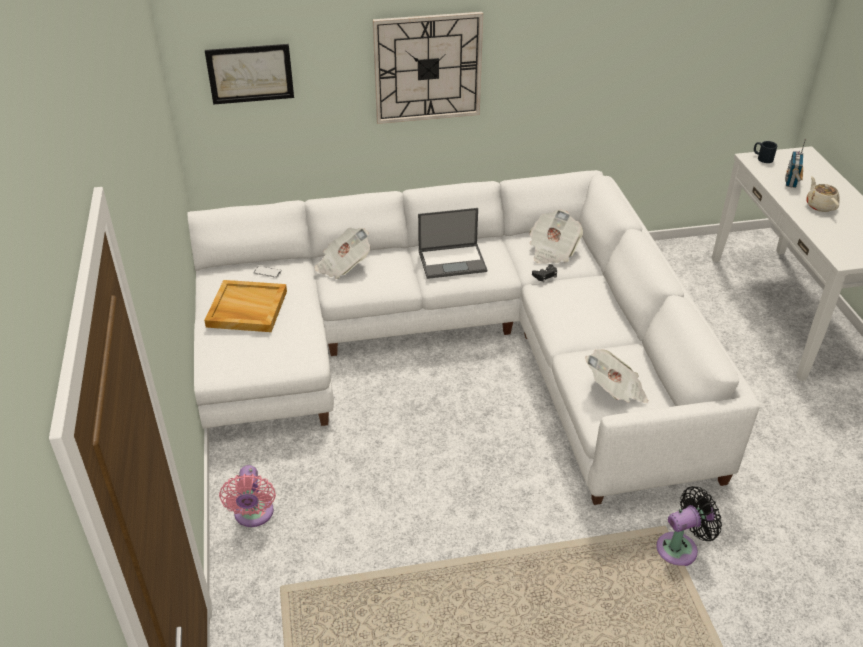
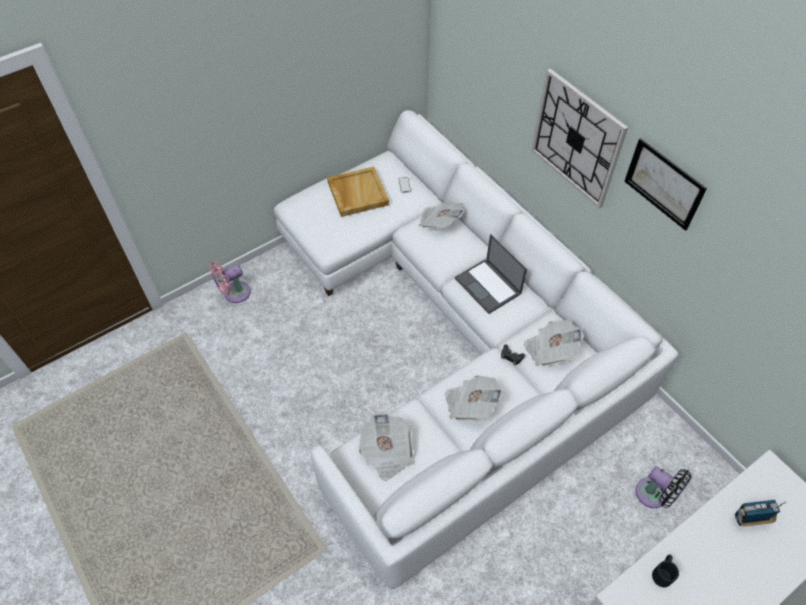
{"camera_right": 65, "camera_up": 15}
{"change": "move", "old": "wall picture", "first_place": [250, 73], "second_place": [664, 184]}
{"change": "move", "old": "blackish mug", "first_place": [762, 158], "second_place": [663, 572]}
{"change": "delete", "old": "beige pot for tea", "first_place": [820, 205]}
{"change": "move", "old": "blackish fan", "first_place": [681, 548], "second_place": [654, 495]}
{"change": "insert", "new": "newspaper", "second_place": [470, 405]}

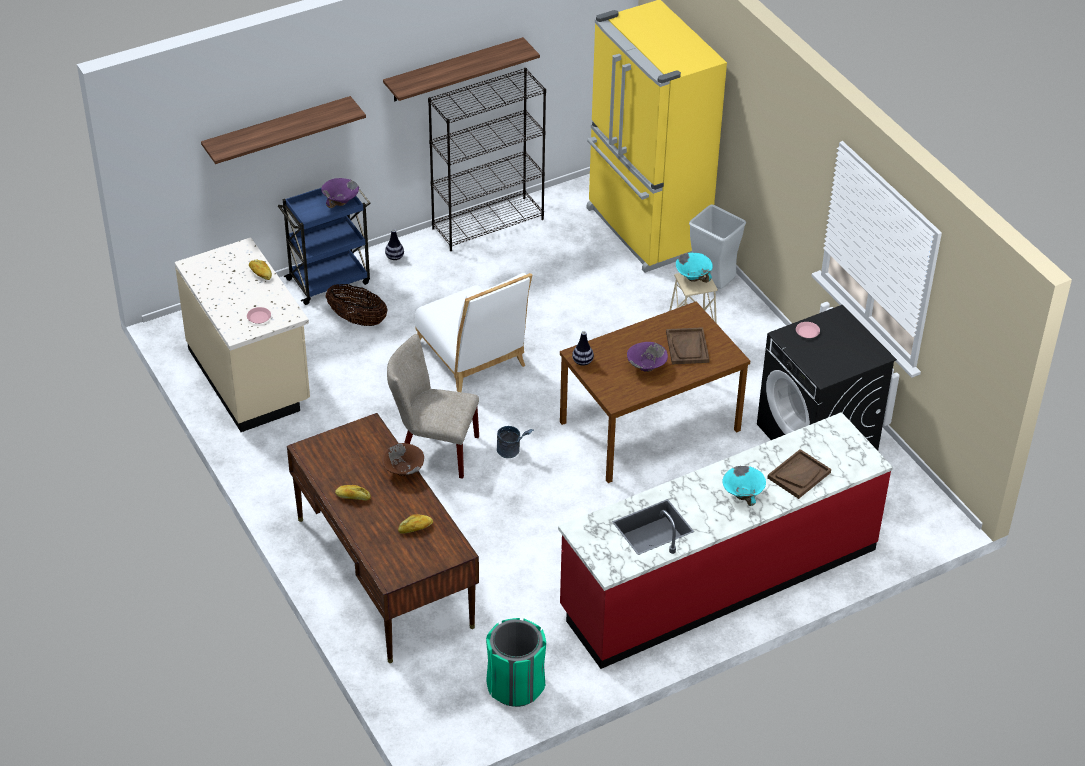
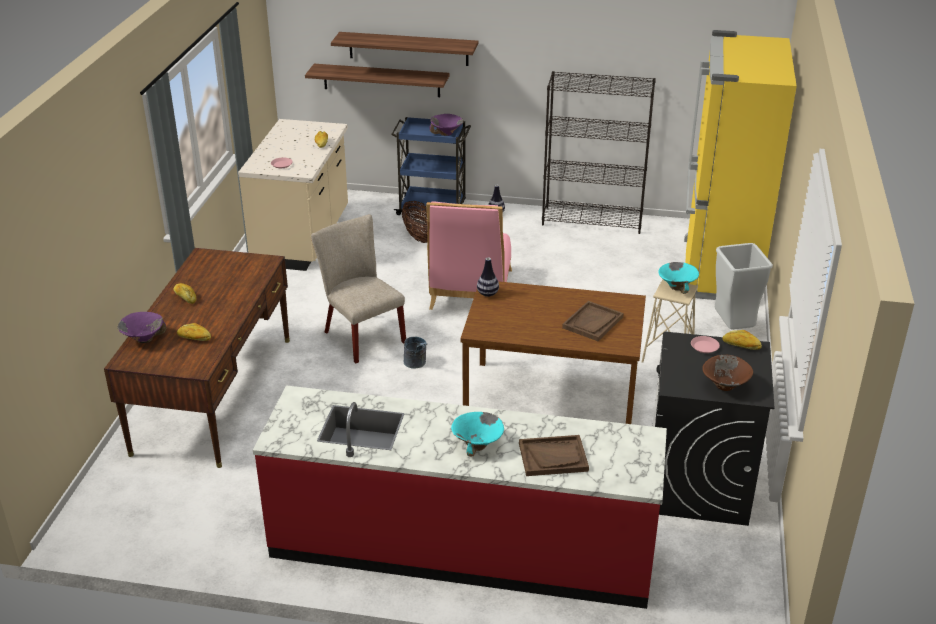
{"camera_right": 40, "camera_up": -10}
{"change": "move", "old": "wall shelf", "first_place": [454, 70], "second_place": [381, 80]}
{"change": "recolor", "old": "white-coloured plain chair", "new": "pink-coloured plain chair", "first_place": [473, 358], "second_place": [470, 293]}
{"change": "move", "old": "purple-coloured serving bowl", "first_place": [646, 367], "second_place": [144, 339]}
{"change": "move", "old": "brown-coloured serving bowl", "first_place": [403, 471], "second_place": [724, 386]}
{"change": "delete", "old": "greenish waste bin", "first_place": [515, 686]}
{"change": "insert", "new": "bakery bread", "second_place": [741, 345]}

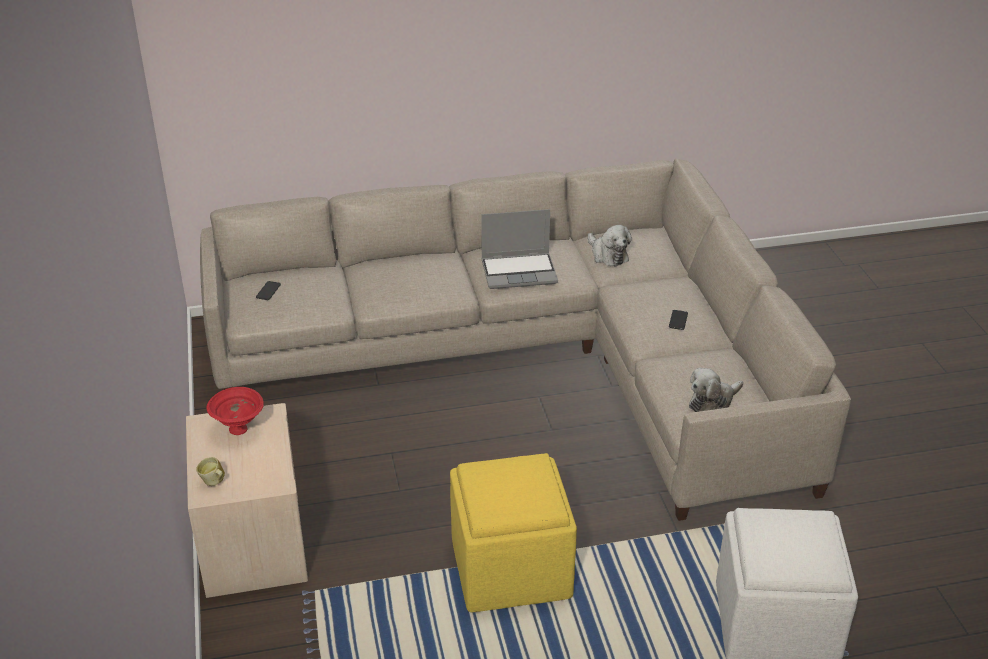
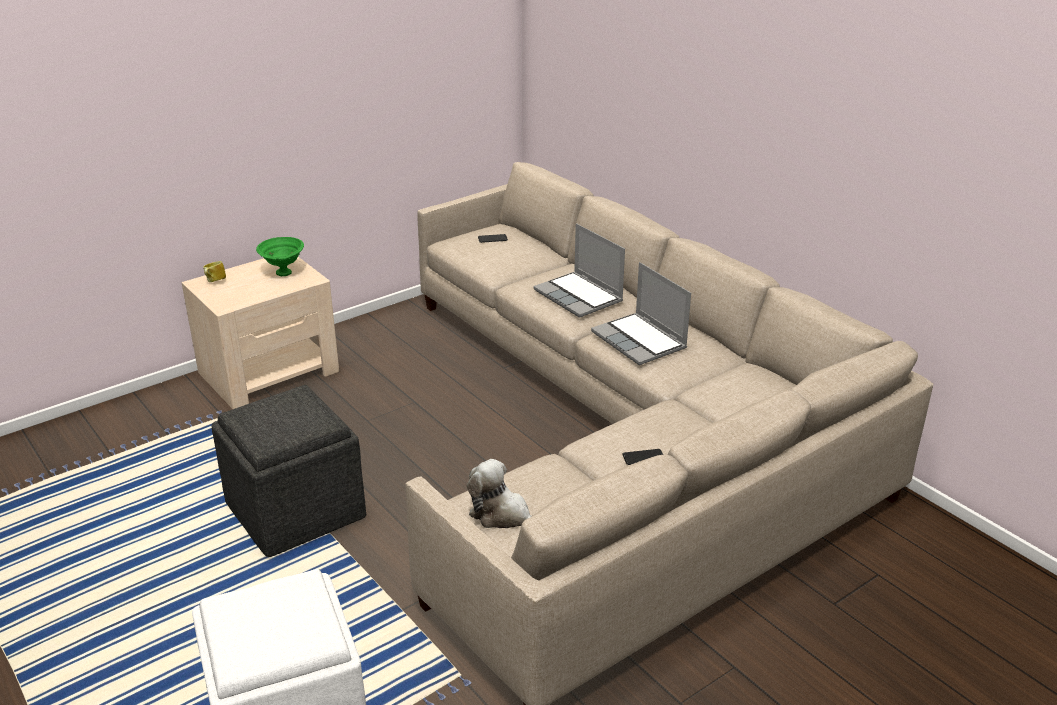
{"camera_right": 65, "camera_up": -5}
{"change": "delete", "old": "soft toy", "first_place": [608, 255]}
{"change": "recolor", "old": "reddish serving bowl", "new": "greenish serving bowl", "first_place": [240, 429], "second_place": [284, 273]}
{"change": "recolor", "old": "yellowish footrest", "new": "gray footrest", "first_place": [511, 566], "second_place": [297, 510]}
{"change": "insert", "new": "portable computer", "second_place": [579, 296]}

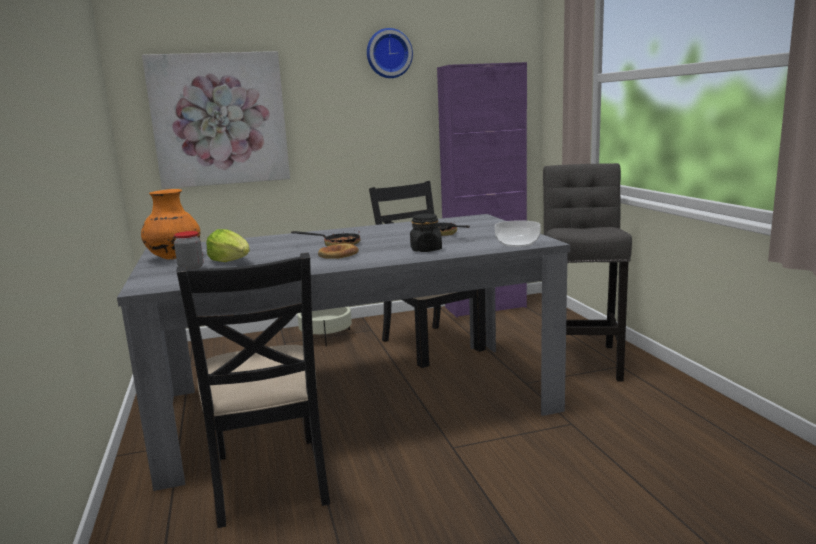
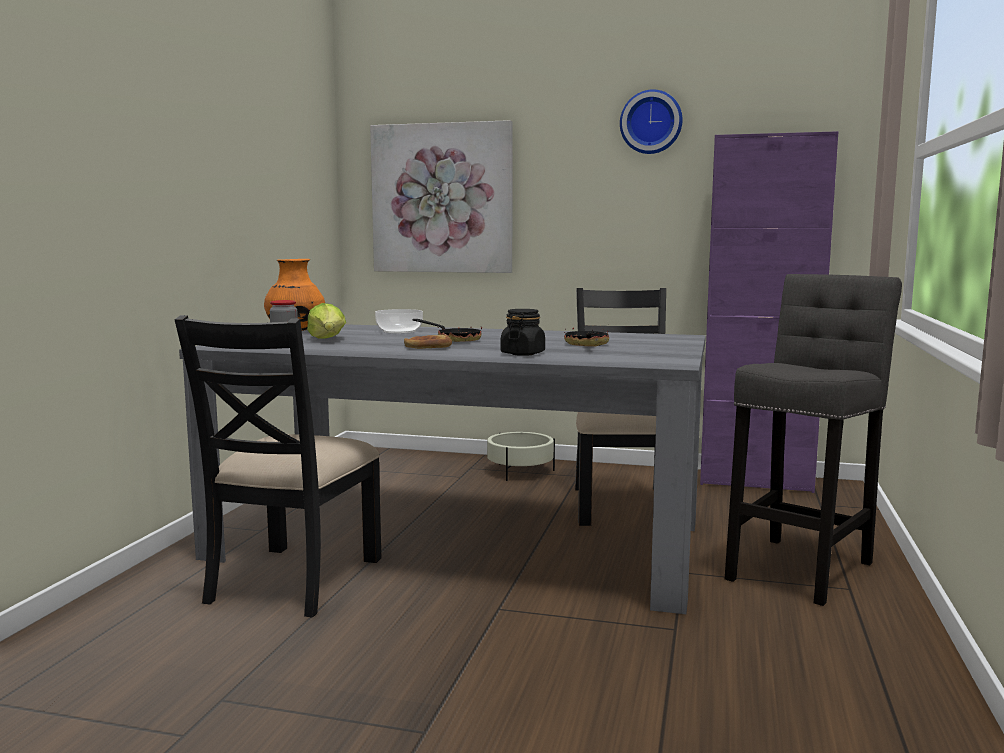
{"camera_right": 30, "camera_up": -5}
{"change": "move", "old": "serving bowl", "first_place": [518, 243], "second_place": [399, 331]}

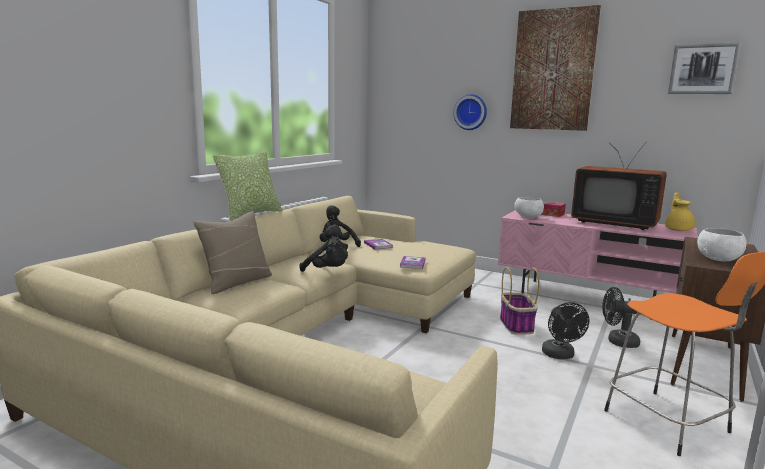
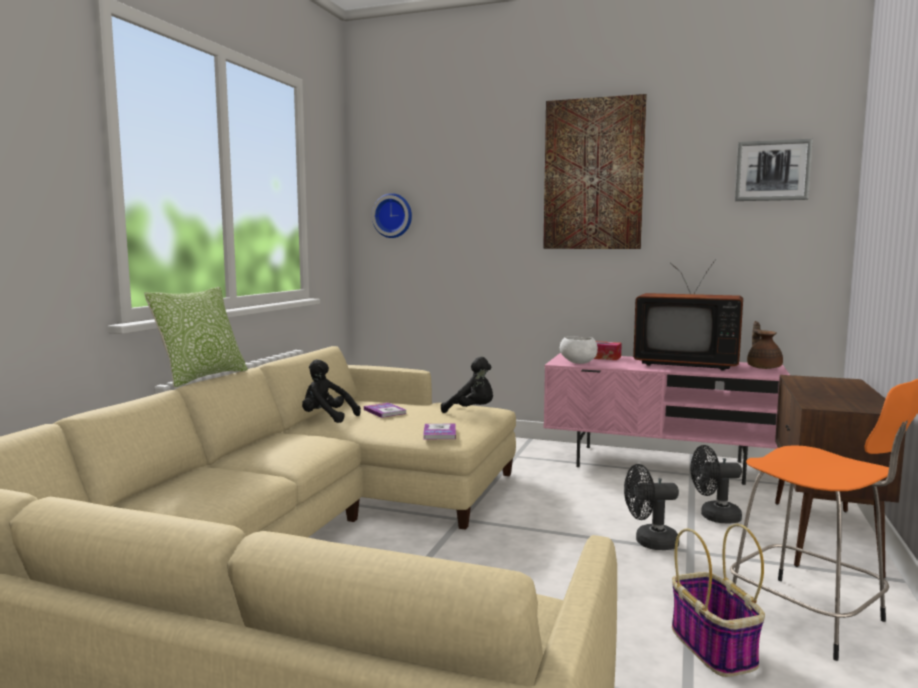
{"camera_right": -10, "camera_up": -5}
{"change": "move", "old": "wall clock", "first_place": [471, 112], "second_place": [393, 216]}
{"change": "recolor", "old": "yellowish pot for tea", "new": "brown-coloured pot for tea", "first_place": [678, 229], "second_place": [763, 367]}
{"change": "delete", "old": "beige throw pillow", "first_place": [237, 282]}
{"change": "move", "old": "blackish soft toy", "first_place": [328, 271], "second_place": [472, 411]}
{"change": "delete", "old": "white-coloured serving bowl", "first_place": [718, 259]}
{"change": "move", "old": "basket", "first_place": [517, 325], "second_place": [714, 648]}
{"change": "rotate", "old": "blackish fan", "first_place": [560, 355], "second_place": [649, 542], "degrees": 105}

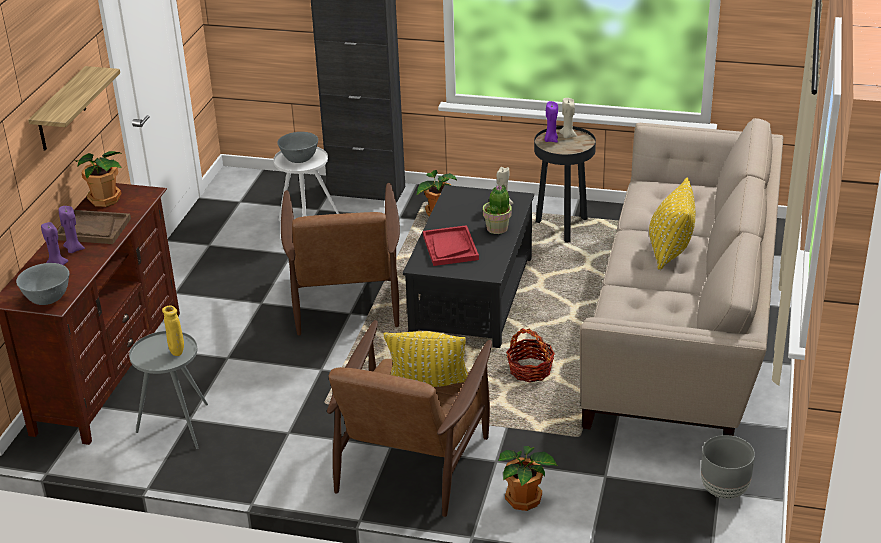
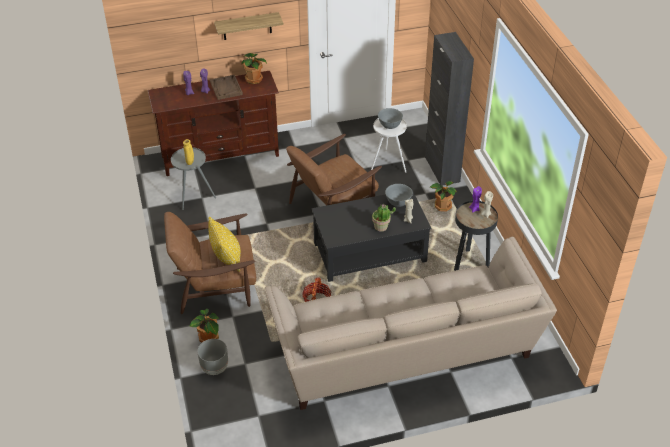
{"camera_right": 60, "camera_up": 10}
{"change": "delete", "old": "yellowish throw pillow", "first_place": [670, 251]}
{"change": "delete", "old": "reddish carrying tray", "first_place": [450, 247]}
{"change": "move", "old": "gray serving bowl", "first_place": [48, 299], "second_place": [398, 203]}
{"change": "move", "old": "gray flower pot", "first_place": [724, 491], "second_place": [214, 368]}

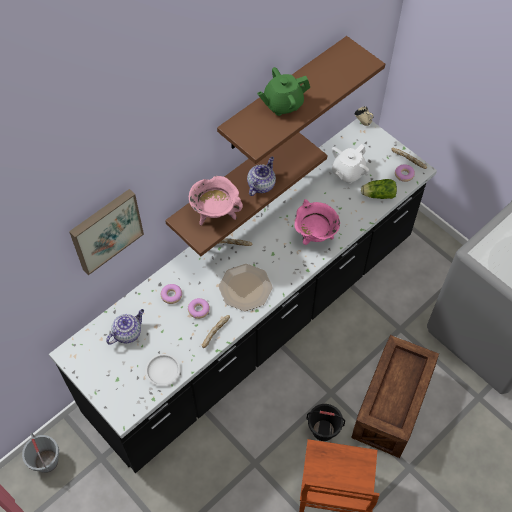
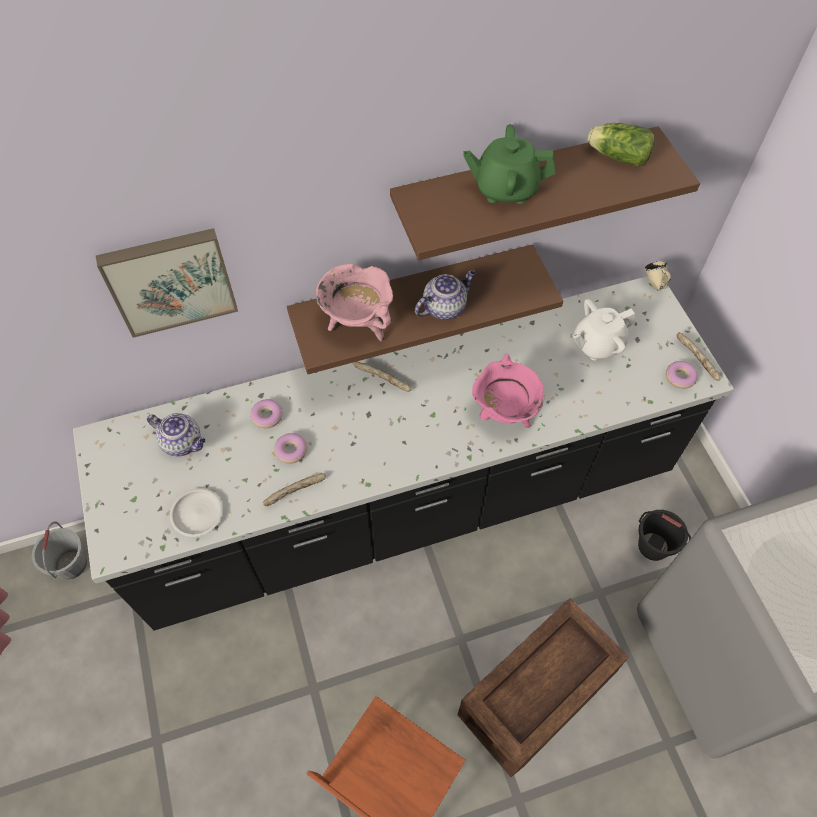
{"camera_right": 25, "camera_up": 0}
{"change": "move", "old": "lettuce head", "first_place": [377, 195], "second_place": [616, 156]}
{"change": "delete", "old": "flat dish", "first_place": [245, 288]}
{"change": "rotate", "old": "pot for tea", "first_place": [128, 333], "second_place": [183, 442], "degrees": 45}
{"change": "move", "old": "blackish water bucket", "first_place": [323, 430], "second_place": [653, 546]}

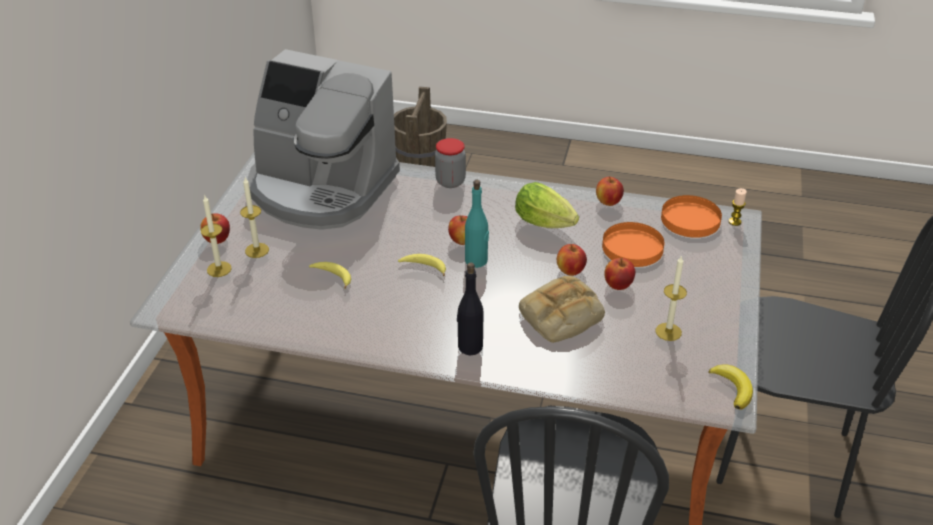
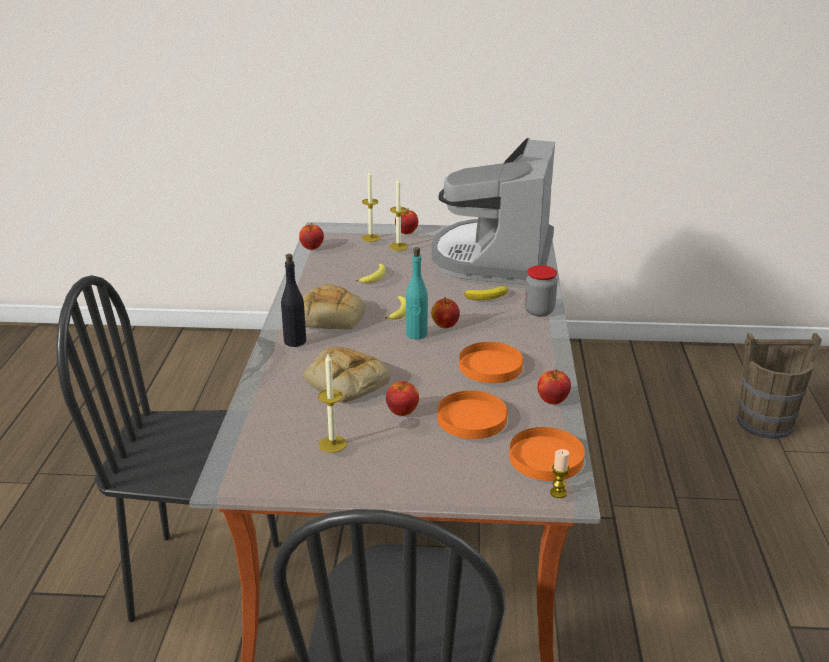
{"camera_right": 80, "camera_up": -10}
{"change": "replace", "old": "lettuce head", "new": "orange flat dish", "first_place": [547, 224], "second_place": [491, 366]}
{"change": "move", "old": "apple fruit", "first_place": [570, 271], "second_place": [311, 247]}
{"change": "move", "old": "whole banana", "first_place": [733, 388], "second_place": [488, 296]}
{"change": "insert", "new": "bakery bread", "second_place": [332, 316]}

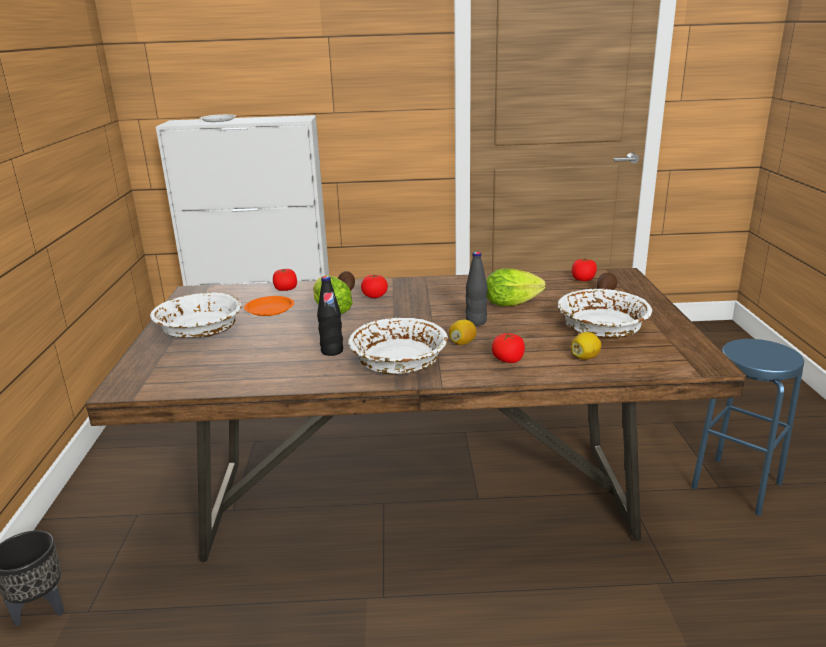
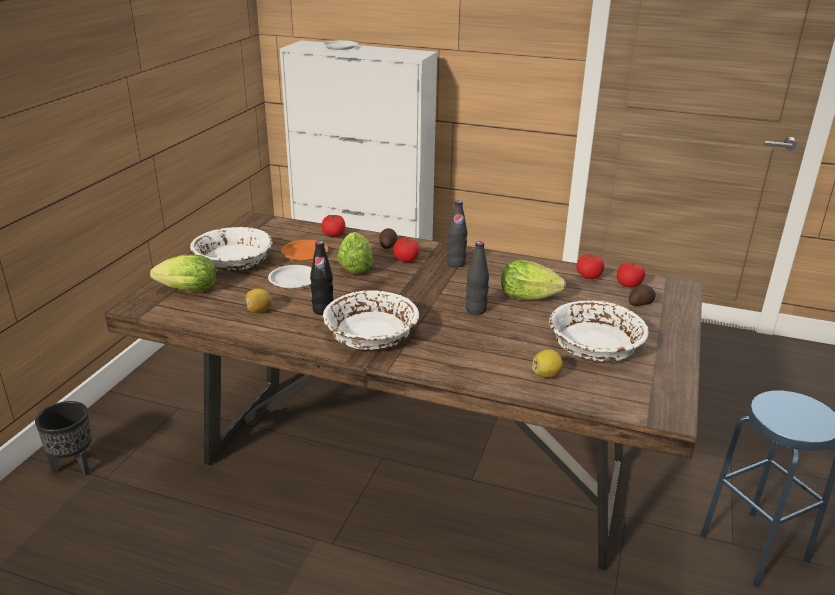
{"camera_right": 20, "camera_up": 5}
{"change": "move", "old": "whole lemon", "first_place": [462, 343], "second_place": [259, 310]}
{"change": "move", "old": "tomato", "first_place": [508, 360], "second_place": [589, 276]}
{"change": "insert", "new": "blackish beverage bottle", "second_place": [456, 263]}
{"change": "insert", "new": "lettuce head", "second_place": [185, 290]}
{"change": "insert", "new": "white-coloured flat dish", "second_place": [294, 280]}

